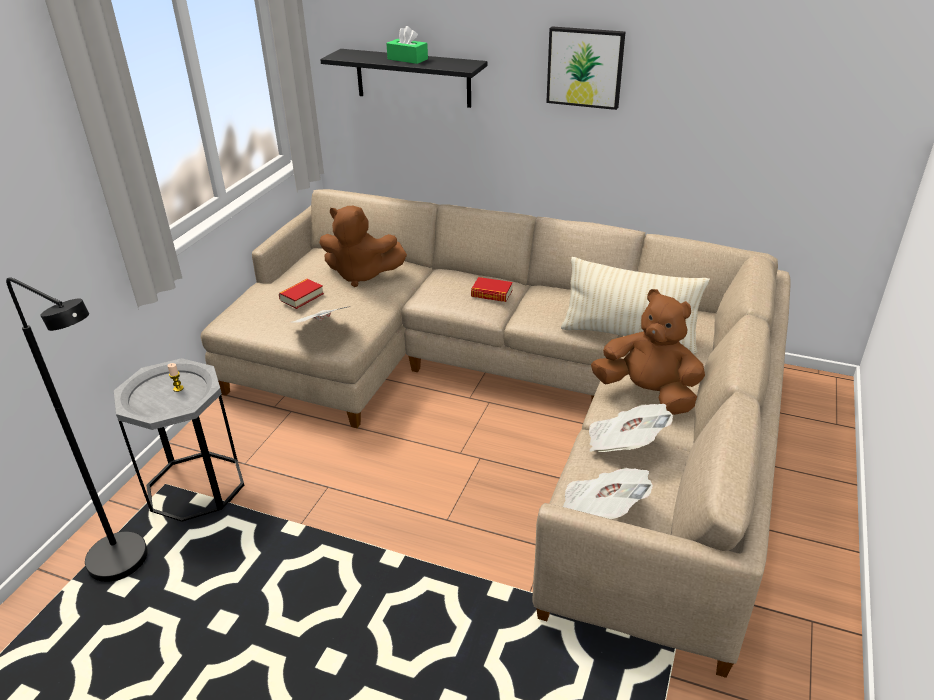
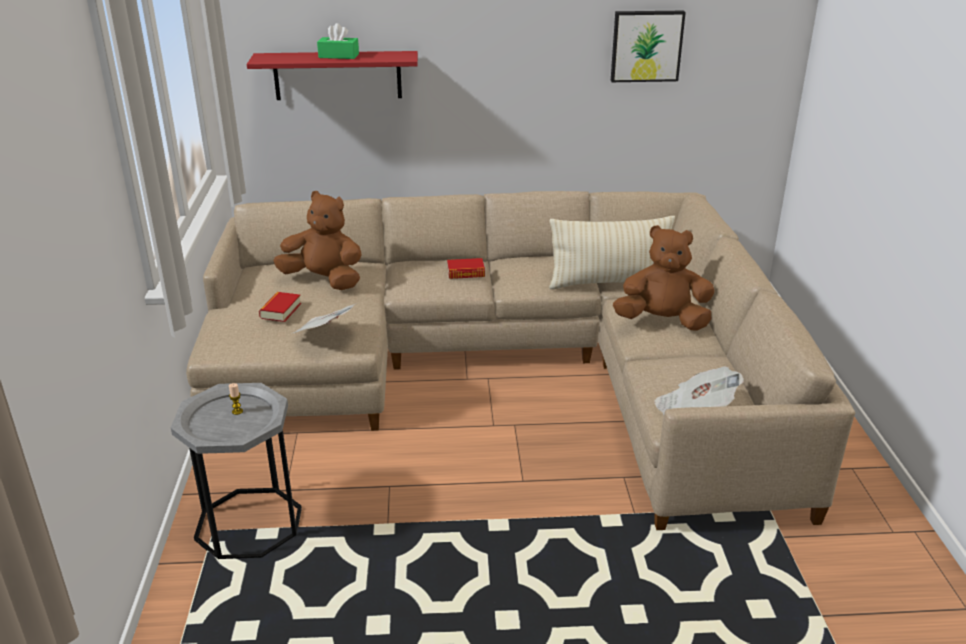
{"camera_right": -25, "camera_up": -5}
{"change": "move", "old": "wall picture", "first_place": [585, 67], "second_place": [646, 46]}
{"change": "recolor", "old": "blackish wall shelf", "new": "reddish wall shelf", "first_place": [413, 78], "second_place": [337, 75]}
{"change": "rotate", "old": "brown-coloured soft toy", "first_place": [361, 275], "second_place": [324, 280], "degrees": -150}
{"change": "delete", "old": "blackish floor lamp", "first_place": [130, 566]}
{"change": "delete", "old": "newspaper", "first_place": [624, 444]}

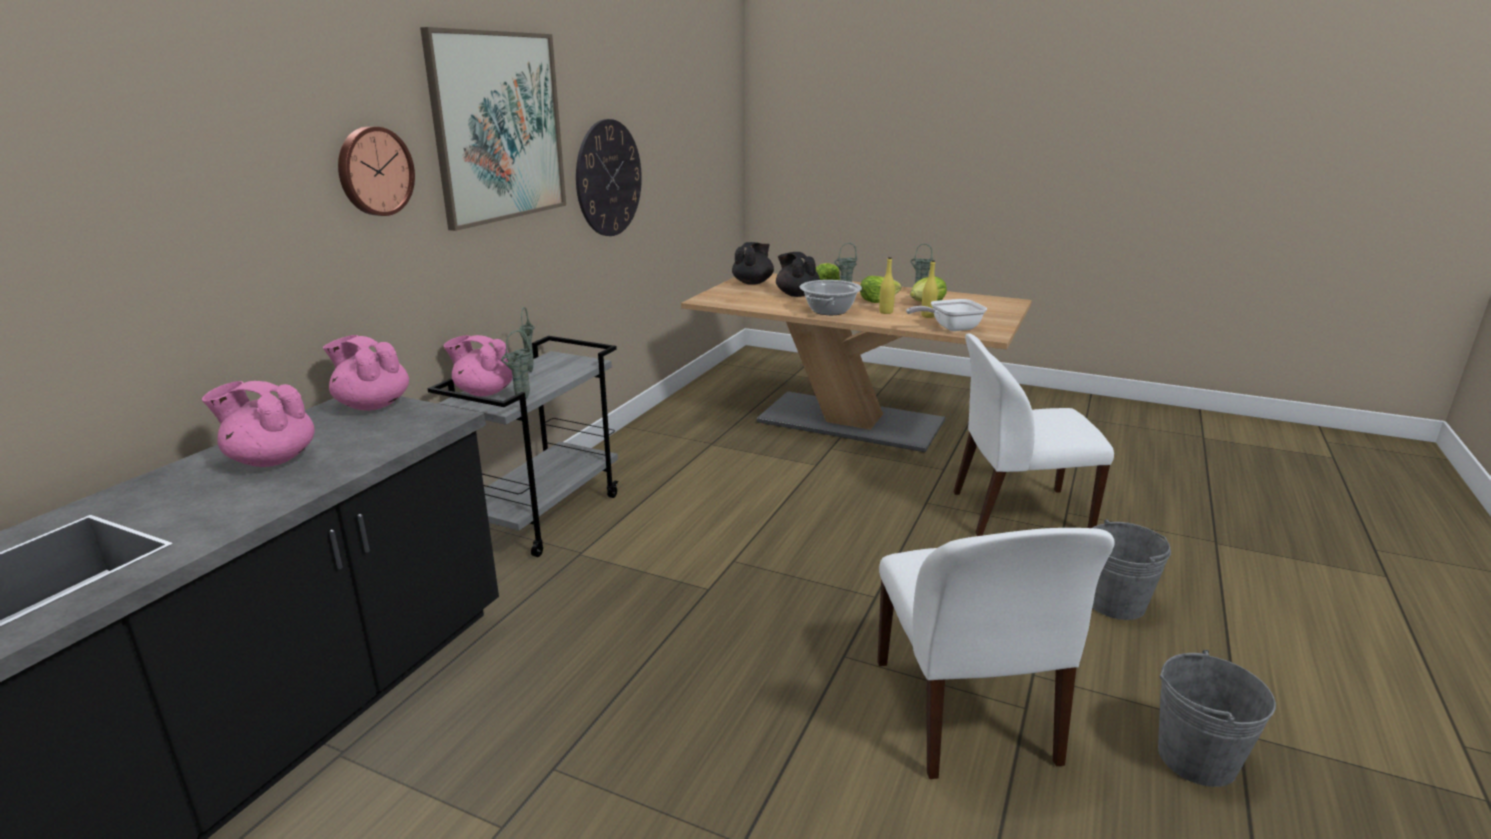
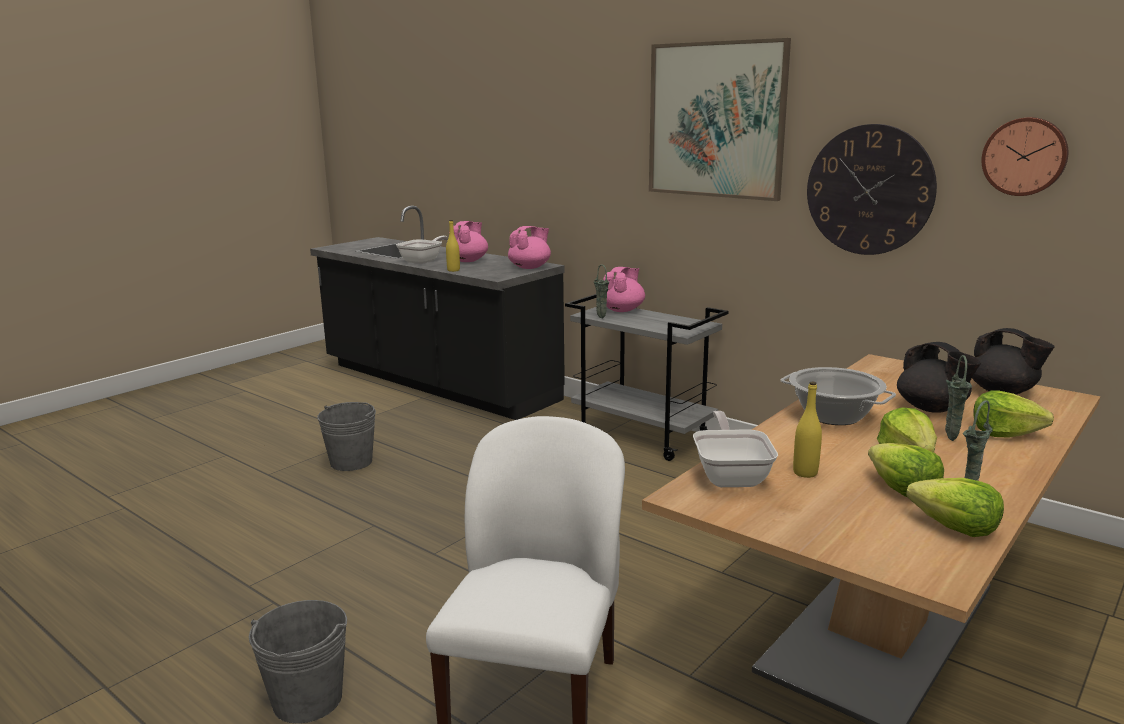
{"camera_right": 105, "camera_up": -5}
{"change": "move", "old": "wall clock", "first_place": [374, 171], "second_place": [1025, 156]}
{"change": "rotate", "old": "blackish pot for tea", "first_place": [796, 294], "second_place": [932, 409], "degrees": 75}
{"change": "move", "old": "yellowish beverage bottle", "first_place": [886, 312], "second_place": [453, 270]}
{"change": "delete", "old": "greenish decorative vase", "first_place": [530, 371]}
{"change": "delete", "old": "white-coloured plain chair", "first_place": [966, 714]}
{"change": "move", "old": "gray water bucket", "first_place": [1196, 758], "second_place": [351, 462]}
{"change": "insert", "new": "frying pan", "second_place": [424, 261]}
{"change": "insert", "new": "lettuce head", "second_place": [955, 528]}

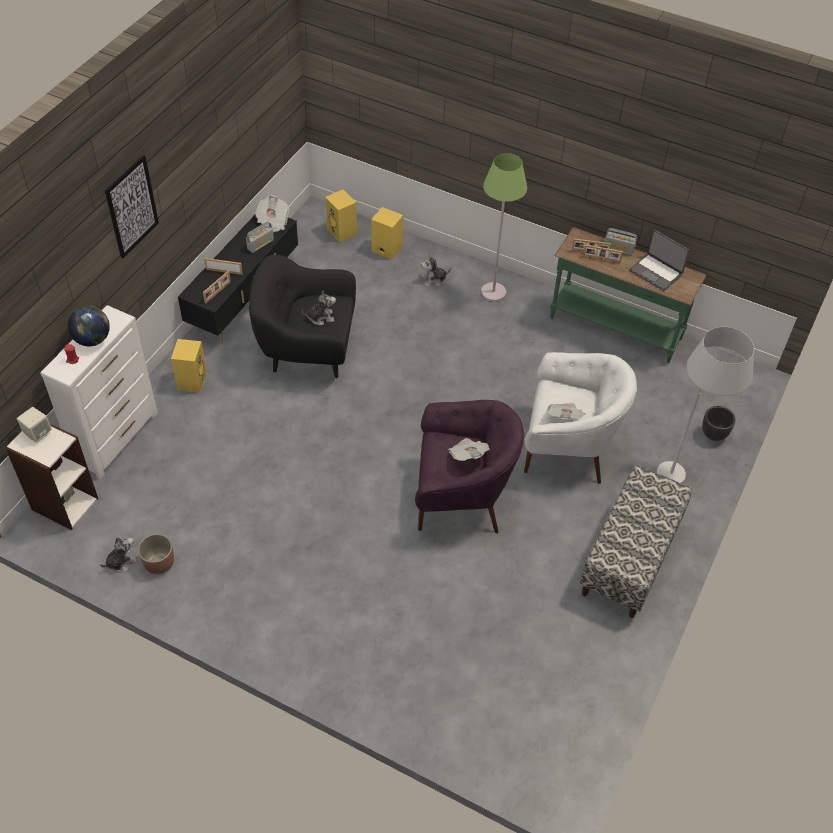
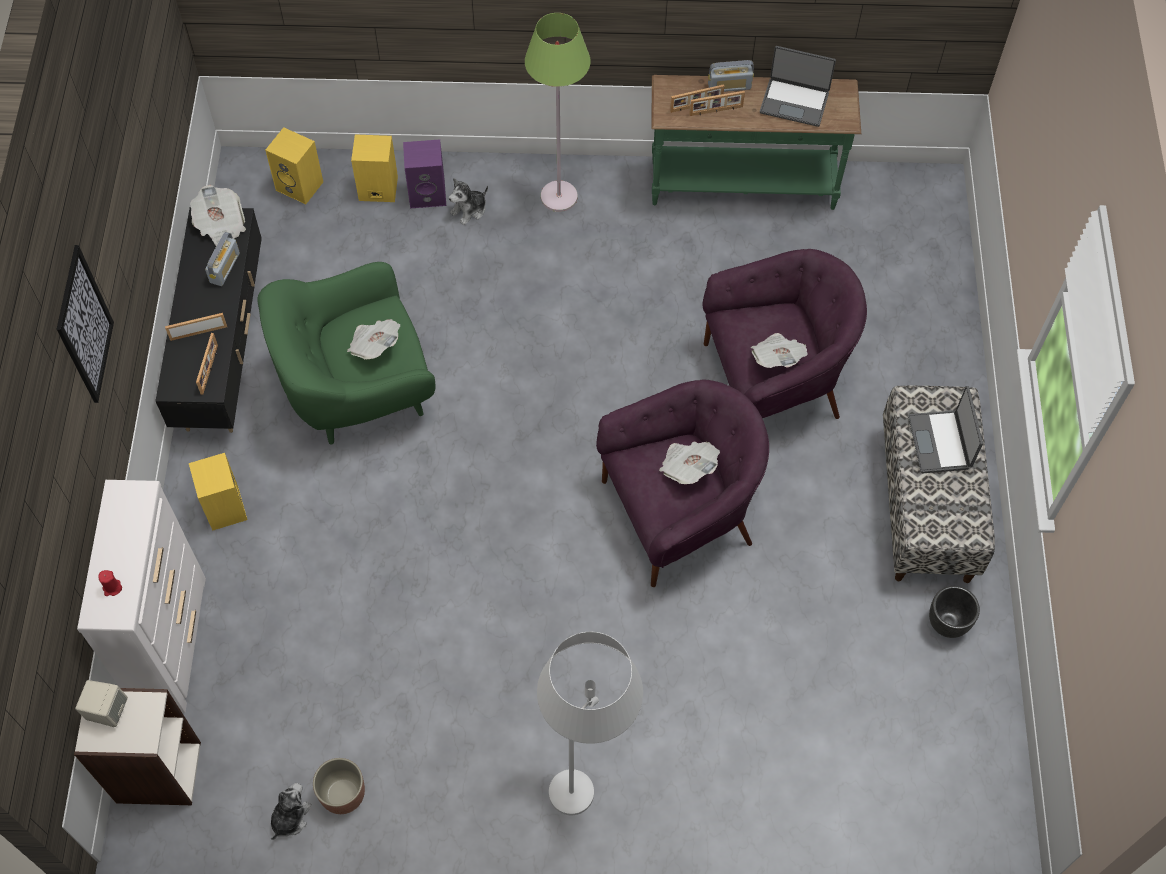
{"camera_right": -25, "camera_up": 10}
{"change": "recolor", "old": "blackish easy chair", "new": "greenish easy chair", "first_place": [307, 350], "second_place": [357, 391]}
{"change": "replace", "old": "soft toy", "new": "newspaper", "first_place": [321, 317], "second_place": [374, 346]}
{"change": "delete", "old": "globe", "first_place": [92, 340]}
{"change": "move", "old": "white-coloured floor lamp", "first_place": [684, 469], "second_place": [587, 773]}
{"change": "recolor", "old": "white-coloured easy chair", "new": "purple-coloured easy chair", "first_place": [568, 445], "second_place": [772, 381]}
{"change": "move", "old": "blackish flower pot", "first_place": [714, 434], "second_place": [948, 623]}
{"change": "insert", "new": "purple-coloured speaker", "second_place": [428, 193]}
{"change": "insert", "new": "portable computer", "second_place": [940, 442]}

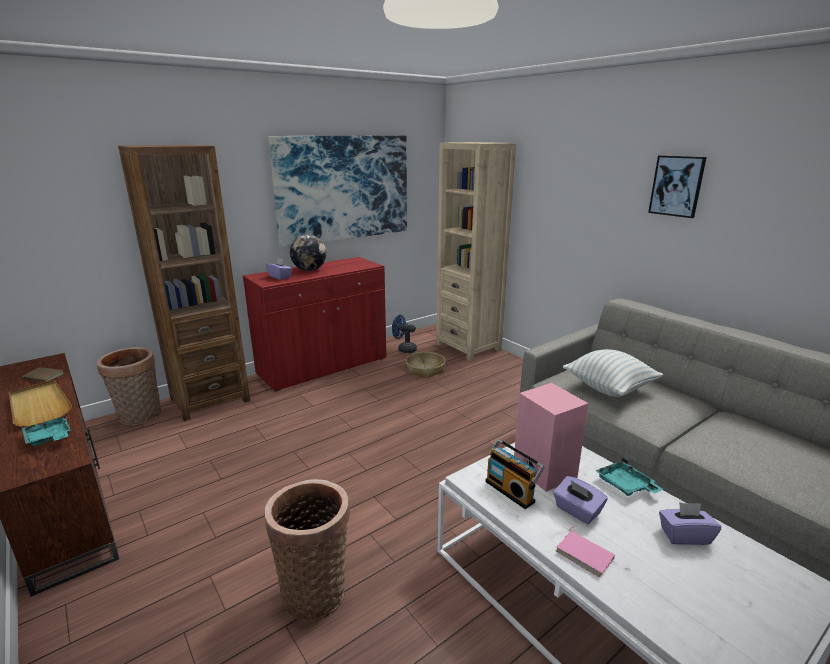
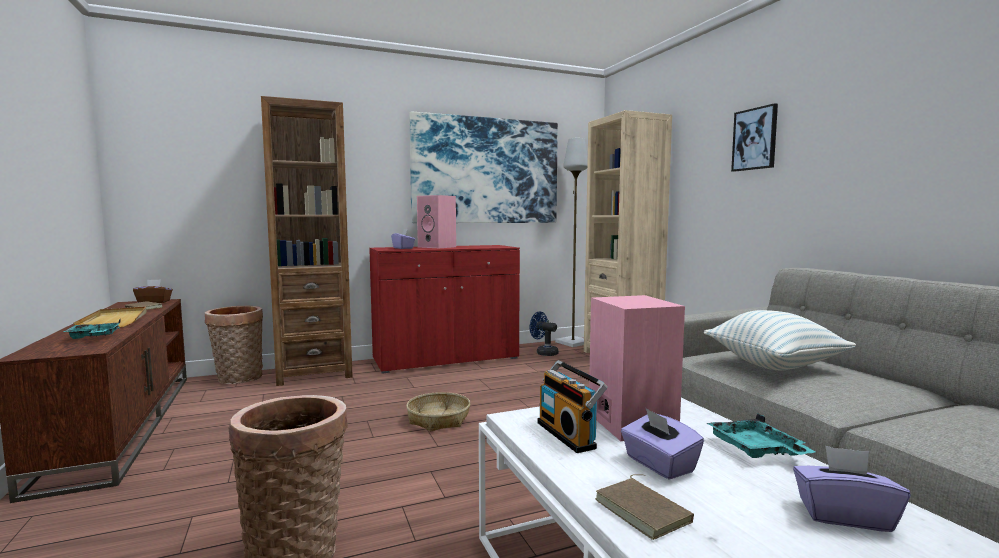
{"camera_right": 15, "camera_up": -15}
{"change": "move", "old": "wall picture", "first_place": [677, 186], "second_place": [755, 139]}
{"change": "replace", "old": "globe", "new": "pink-coloured speaker", "first_place": [309, 270], "second_place": [438, 247]}
{"change": "move", "old": "basket", "first_place": [425, 369], "second_place": [439, 420]}
{"change": "recolor", "old": "pink-coloured book", "new": "brown-coloured book", "first_place": [585, 554], "second_place": [644, 511]}
{"change": "insert", "new": "gray floor lamp", "second_place": [572, 343]}
{"change": "insert", "new": "brown-coloured tissue box", "second_place": [154, 302]}

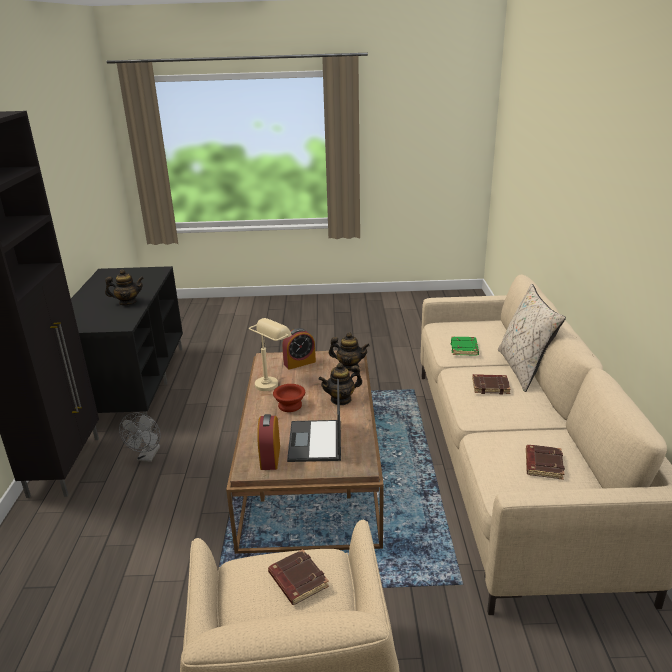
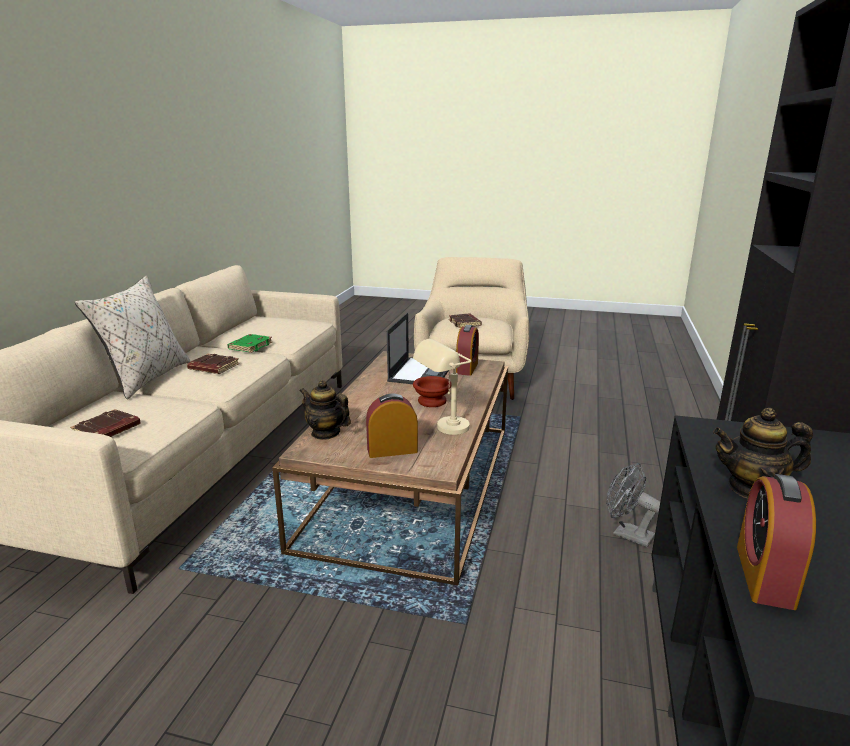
{"camera_right": -165, "camera_up": -5}
{"change": "move", "old": "greenish book", "first_place": [464, 349], "second_place": [250, 346]}
{"change": "delete", "old": "pot for tea", "first_place": [341, 399]}
{"change": "rotate", "old": "gray fan", "first_place": [147, 457], "second_place": [627, 534], "degrees": -75}
{"change": "move", "old": "brown-coloured book", "first_place": [543, 464], "second_place": [107, 431]}
{"change": "insert", "new": "bedside clock", "second_place": [764, 576]}

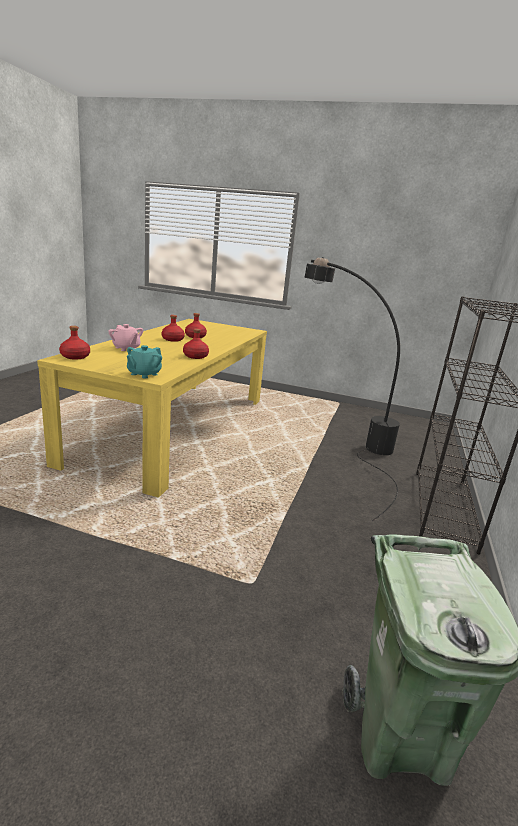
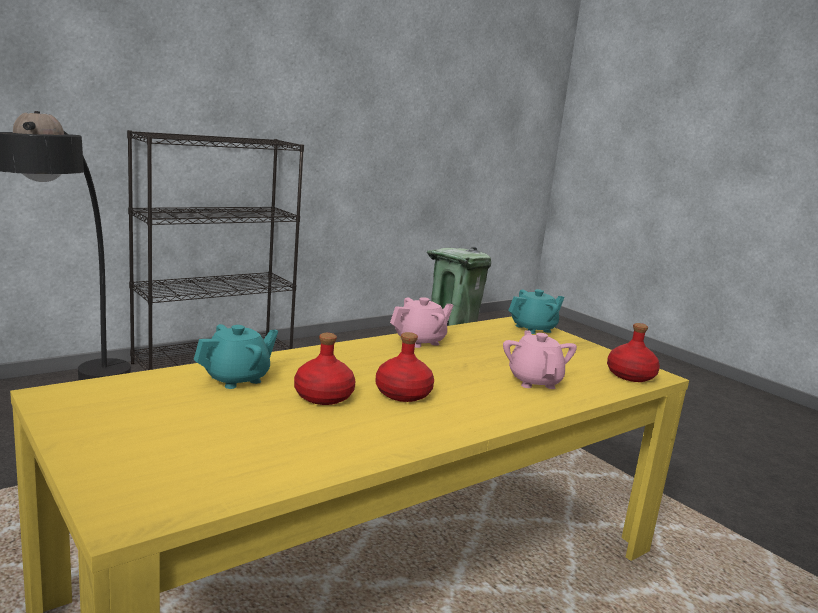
{"camera_right": -145, "camera_up": -5}
{"change": "replace", "old": "reddish beverage bottle", "new": "pink-coloured pot for tea", "first_place": [195, 356], "second_place": [420, 341]}
{"change": "insert", "new": "blue-green pot for tea", "second_place": [237, 379]}

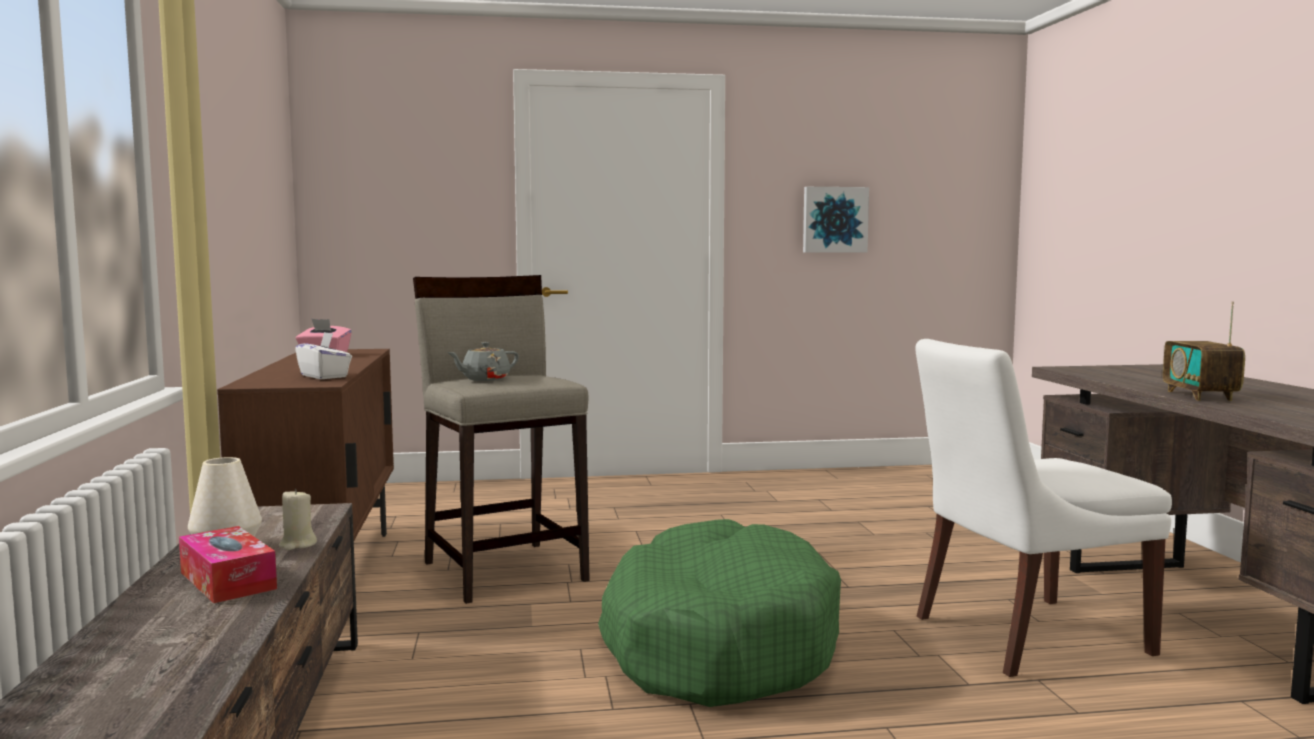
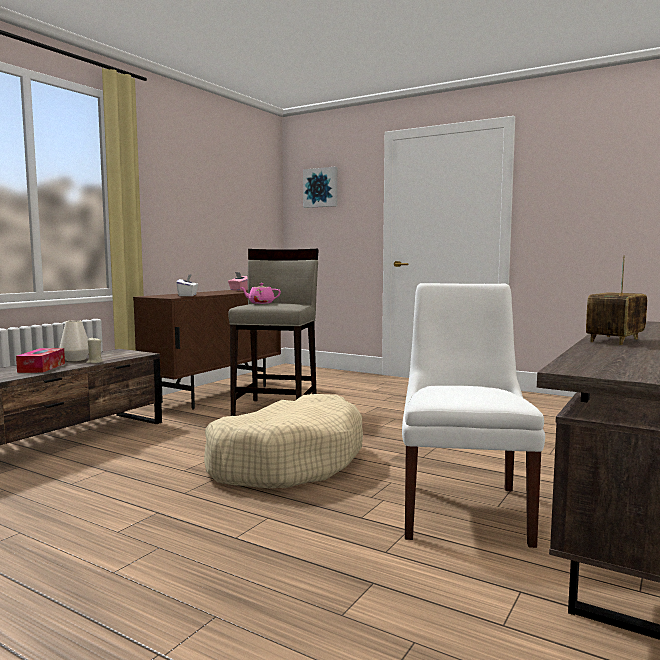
{"camera_right": 40, "camera_up": 0}
{"change": "move", "old": "wall picture", "first_place": [834, 220], "second_place": [321, 188]}
{"change": "rotate", "old": "white-coloured plain chair", "first_place": [1024, 636], "second_place": [462, 509], "degrees": 75}
{"change": "recolor", "old": "gray pot for tea", "new": "pink-coloured pot for tea", "first_place": [484, 379], "second_place": [260, 303]}
{"change": "recolor", "old": "greenish pet bed", "new": "beige pet bed", "first_place": [717, 644], "second_place": [286, 461]}

